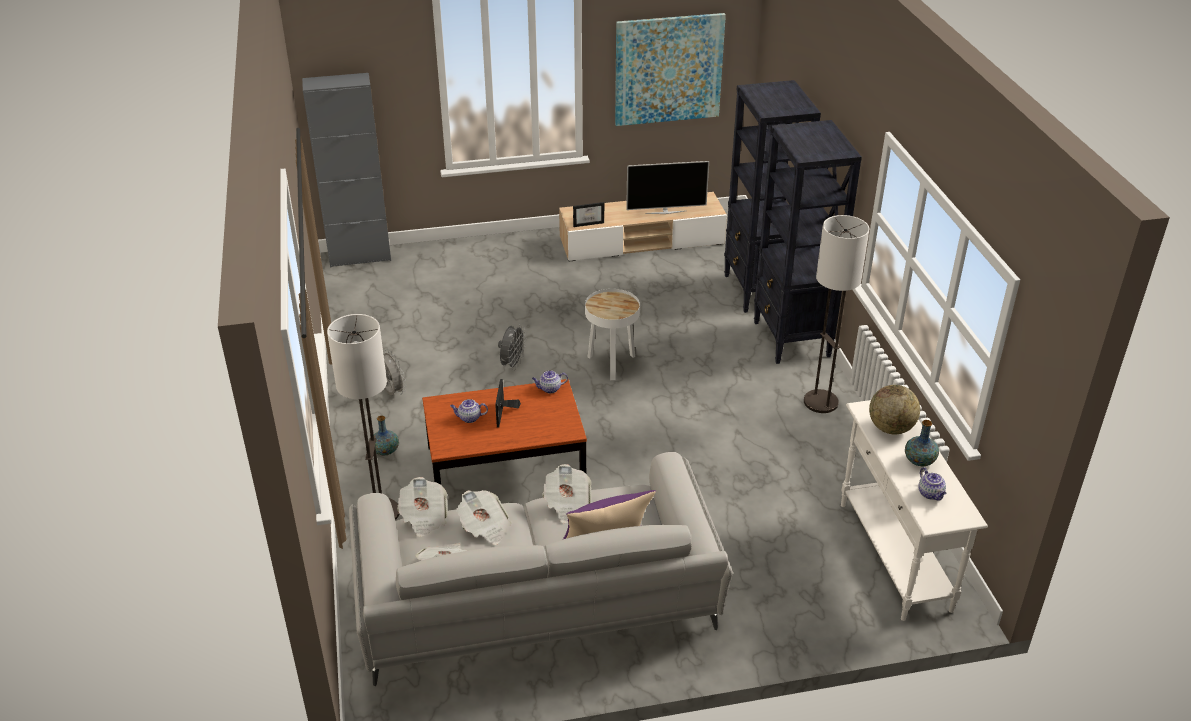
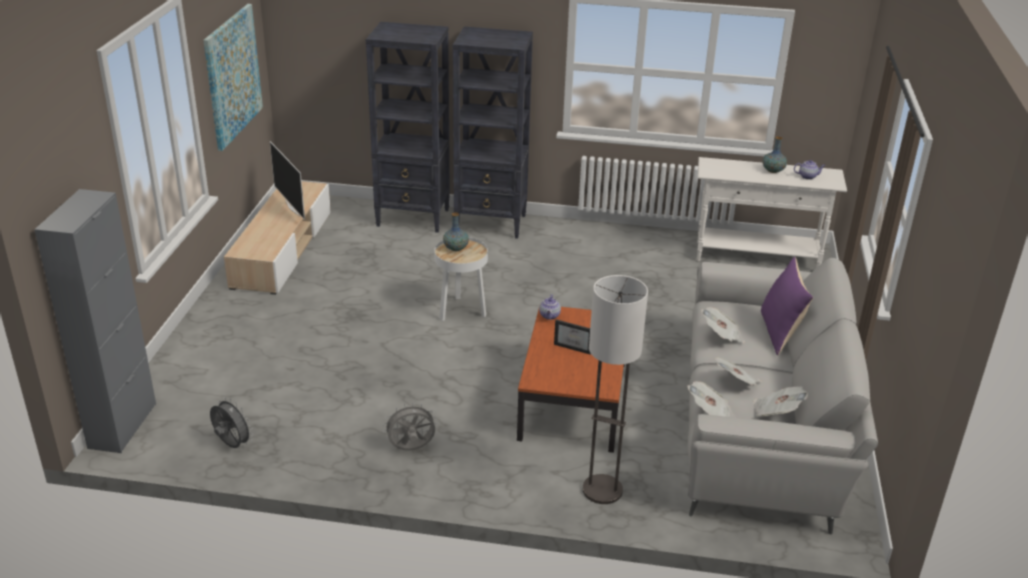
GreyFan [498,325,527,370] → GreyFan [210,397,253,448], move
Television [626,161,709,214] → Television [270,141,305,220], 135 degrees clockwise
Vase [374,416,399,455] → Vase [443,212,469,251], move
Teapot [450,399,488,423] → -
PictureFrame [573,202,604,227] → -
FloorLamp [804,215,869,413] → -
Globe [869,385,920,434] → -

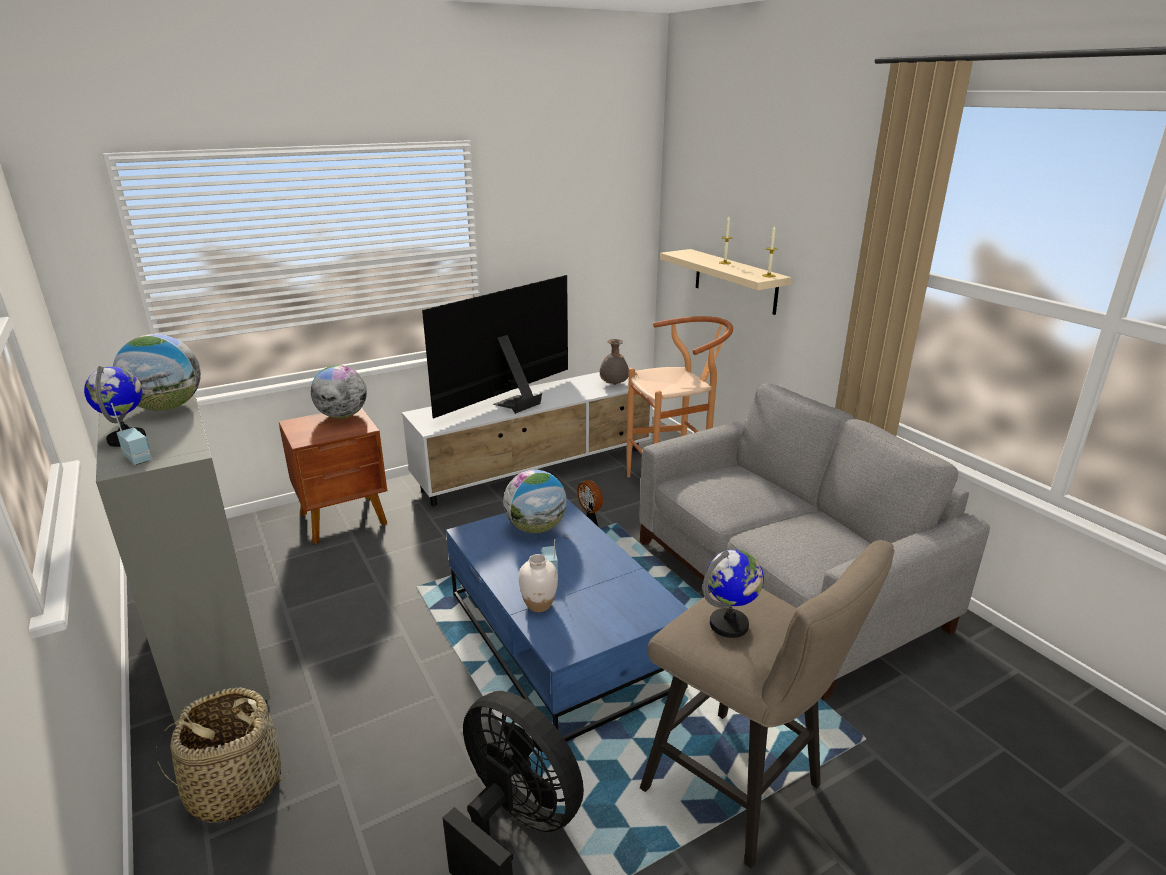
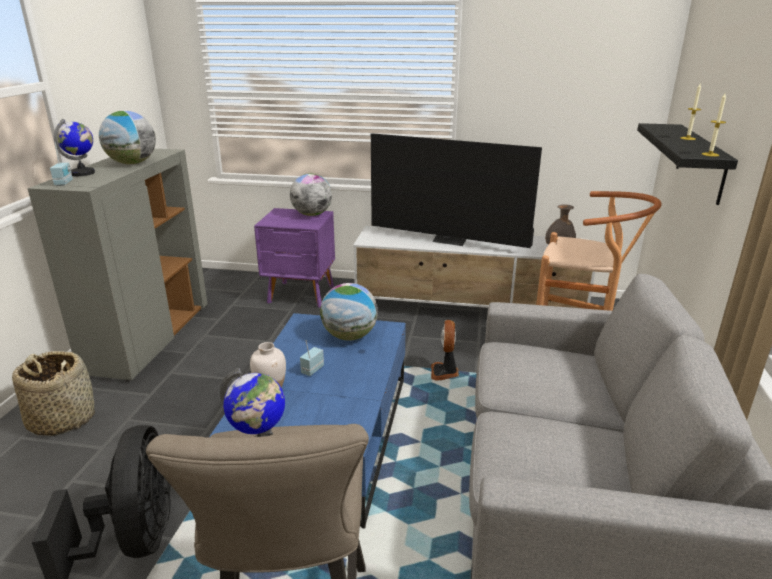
BrownNightstand [279,408,387,544] → PurpleNightstand [254,208,335,308]
Television [422,275,568,418] → Television [371,133,542,248], 150 degrees counterclockwise
BeigeShelf [660,249,792,315] → BlackShelf [637,123,738,205]

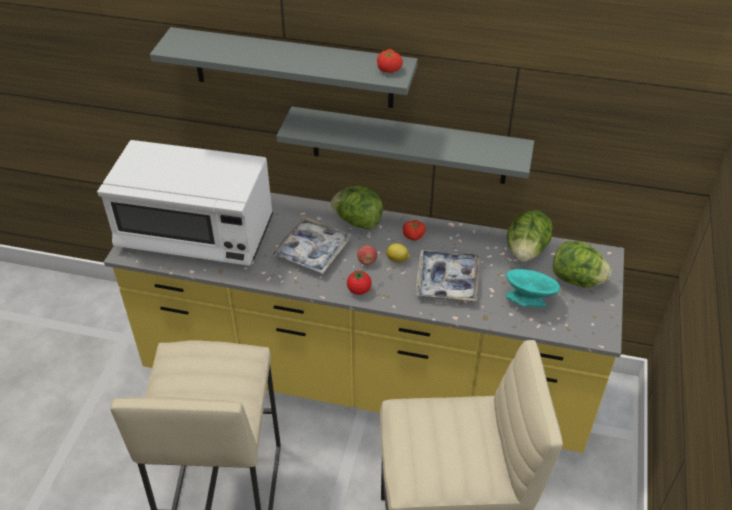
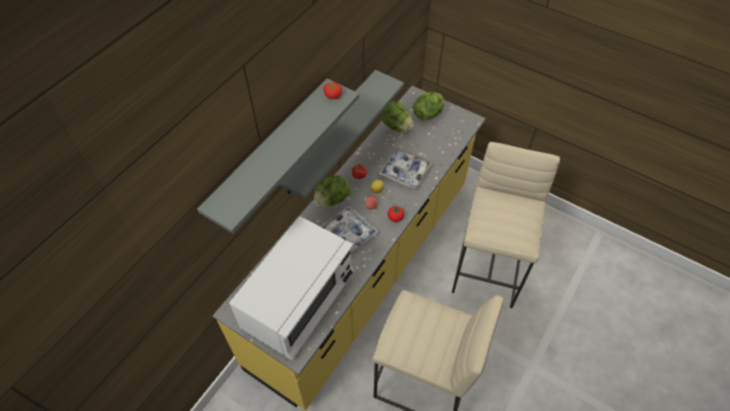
TurquoiseBowl [506,269,560,307] → -

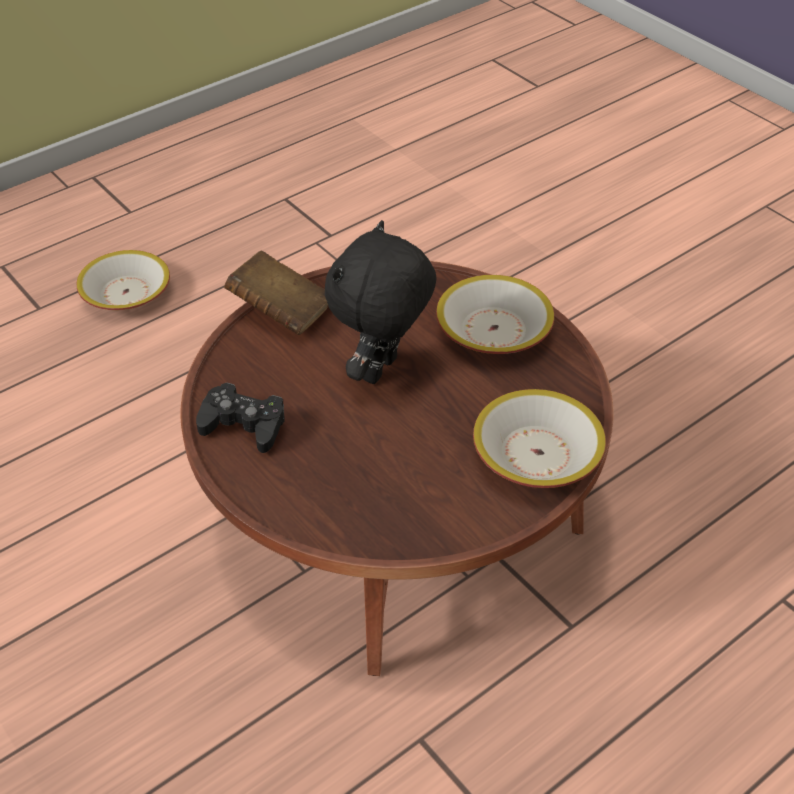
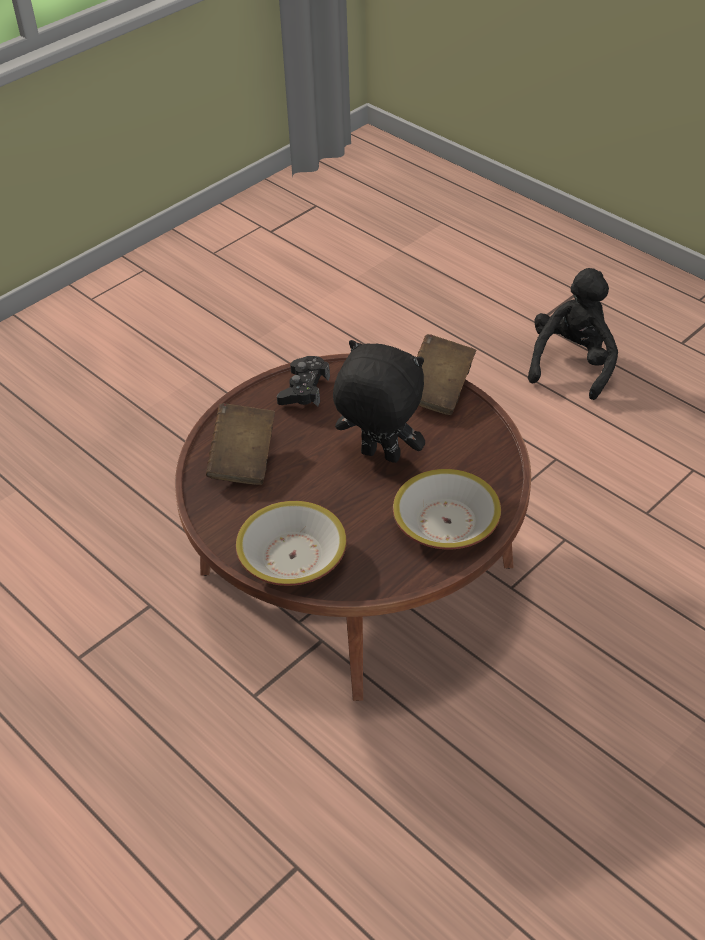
- → BrownBook [206,403,275,485]
Bowl [77,250,170,310] → BlackPlushToy [528,268,618,400]

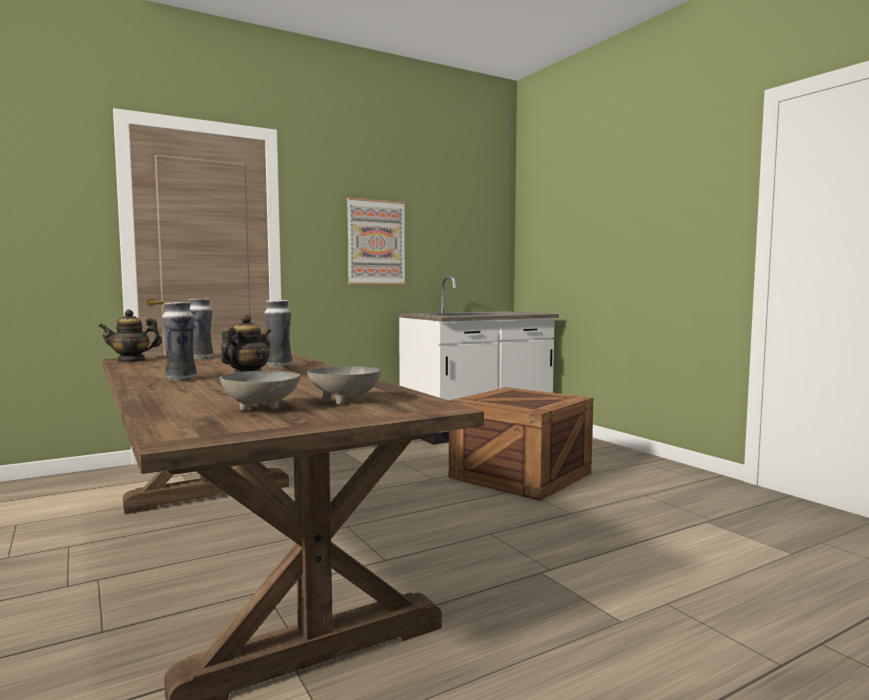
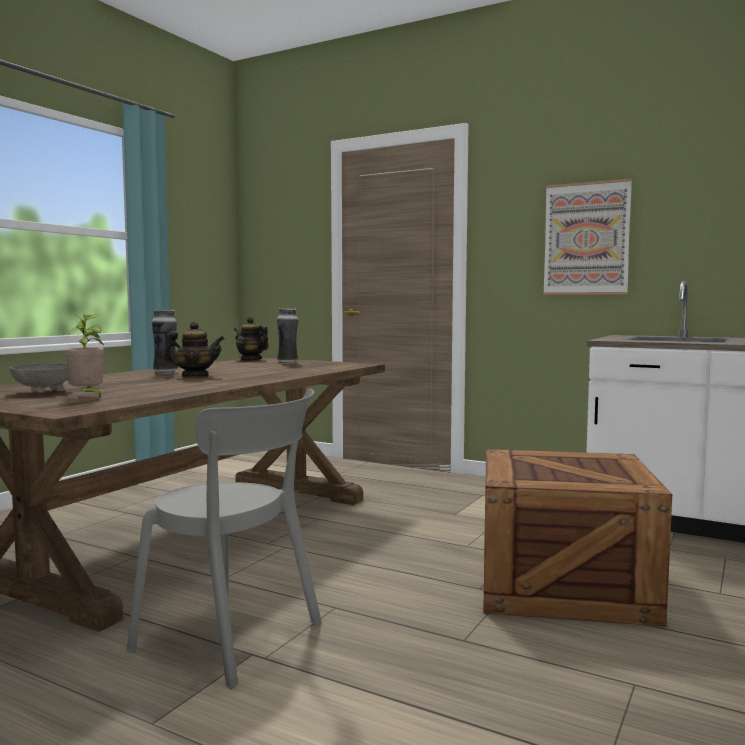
GreyBowl [307,366,381,405] → PottedPlant [65,313,105,399]
- → GreyChair [127,389,322,688]
Vase [264,300,292,368] → -

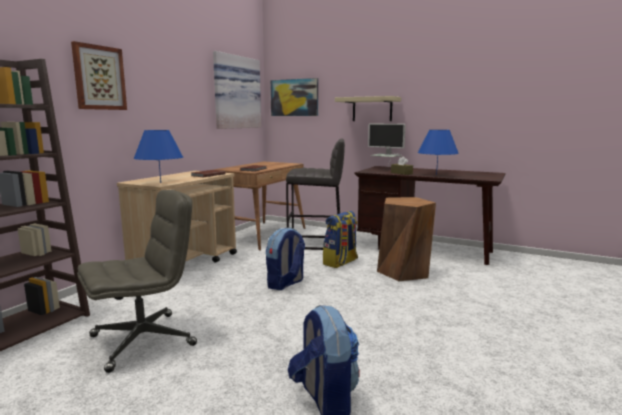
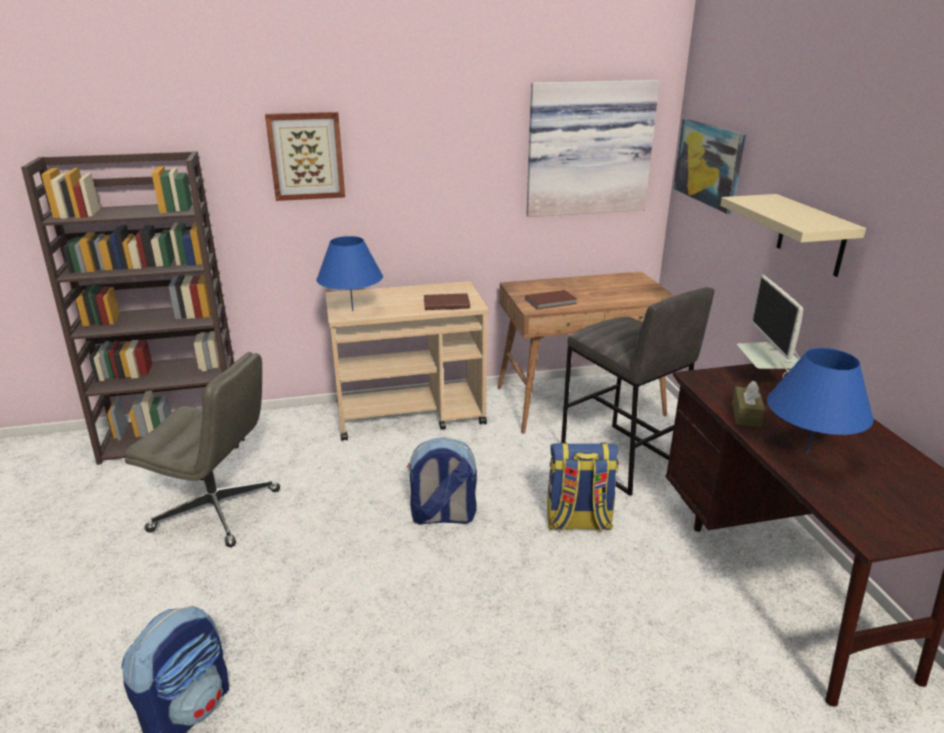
BrownStool [377,197,436,281] → -

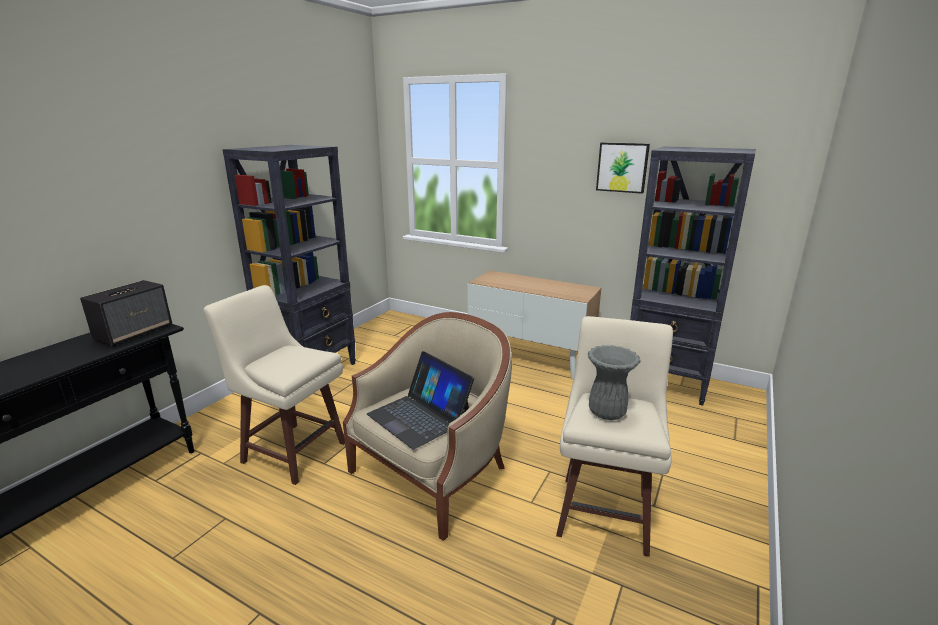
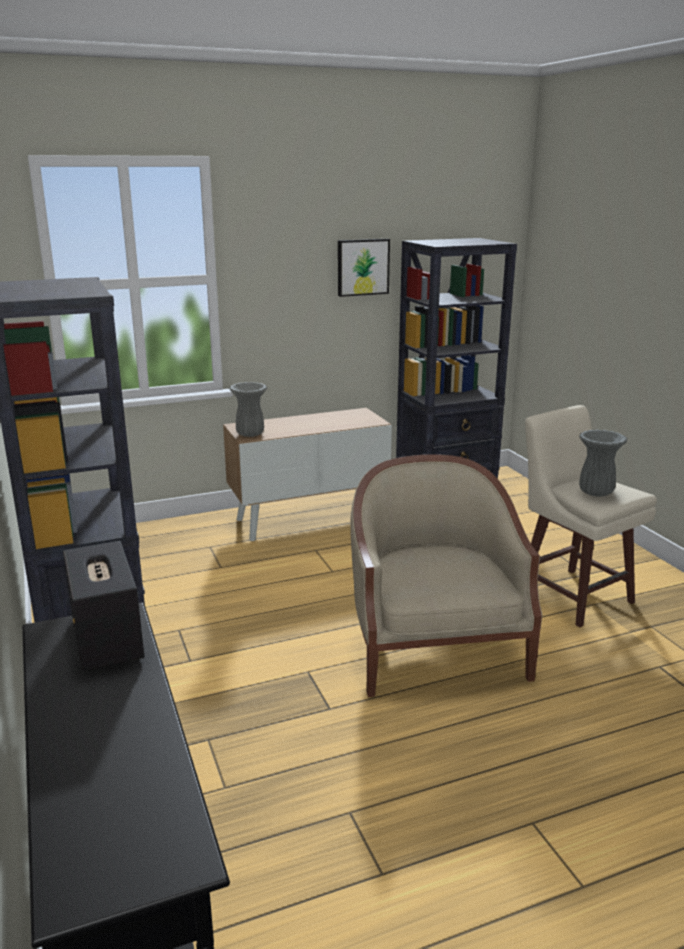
- → GreyVase [229,382,267,437]
BeigeStool [203,285,345,485] → -
Laptop [367,351,474,450] → -

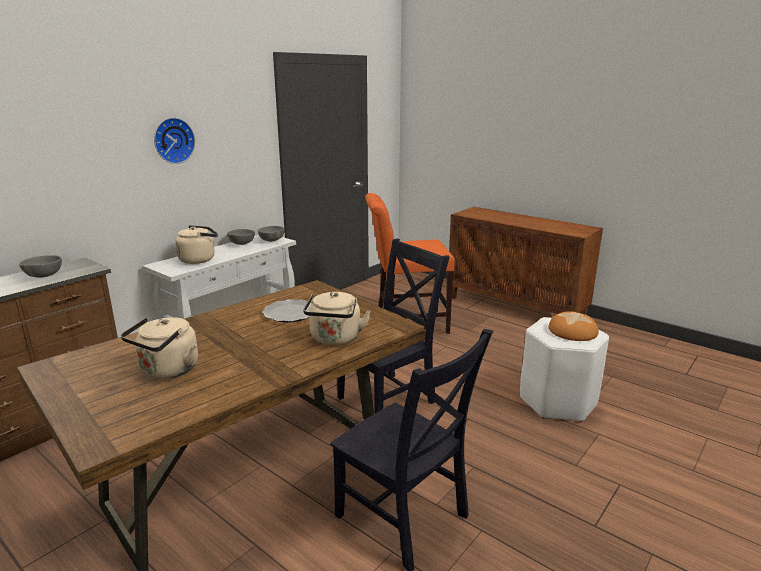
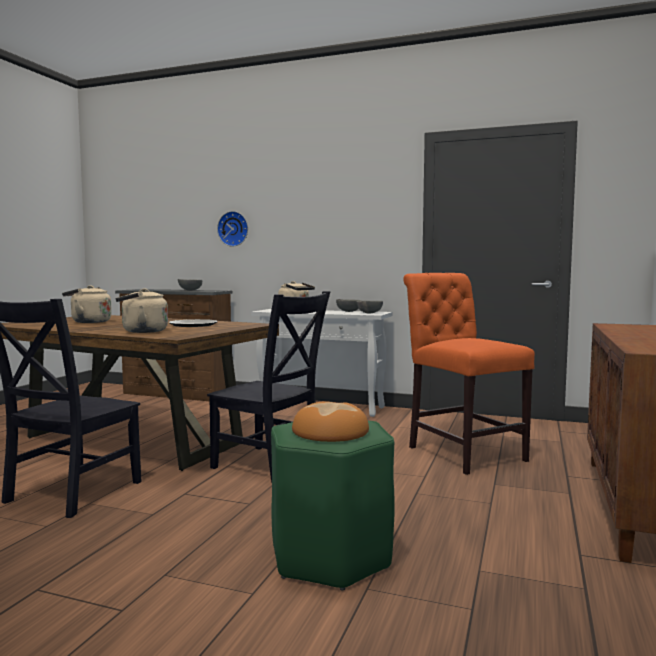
WallClock [154,118,195,164] → WallClock [217,211,248,247], move
WhiteStool [520,317,609,422] → GreenStool [271,421,395,590]

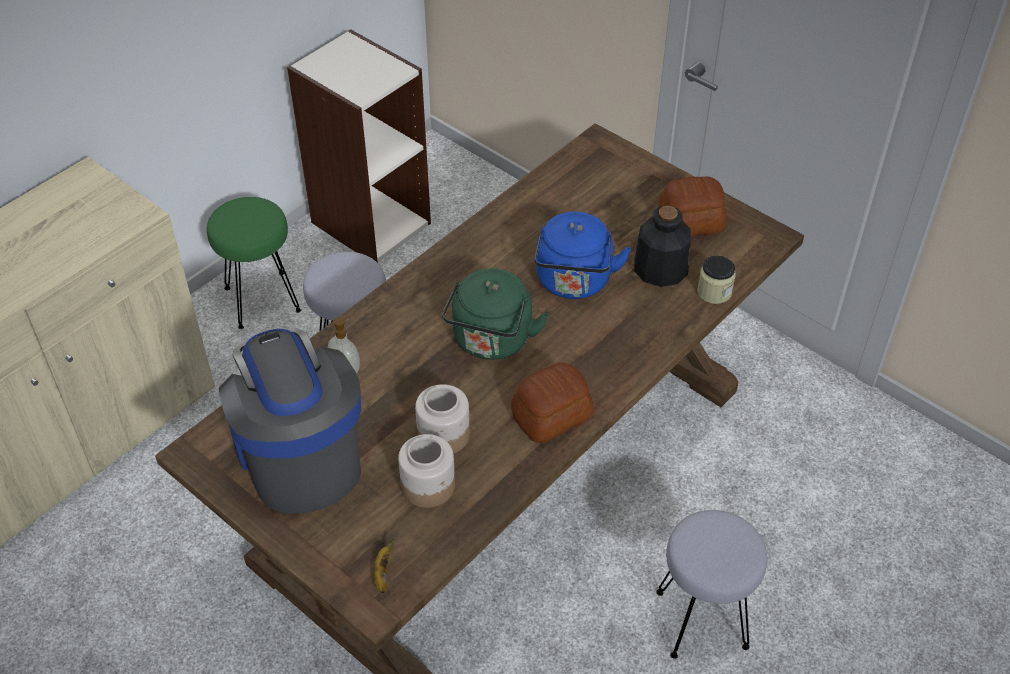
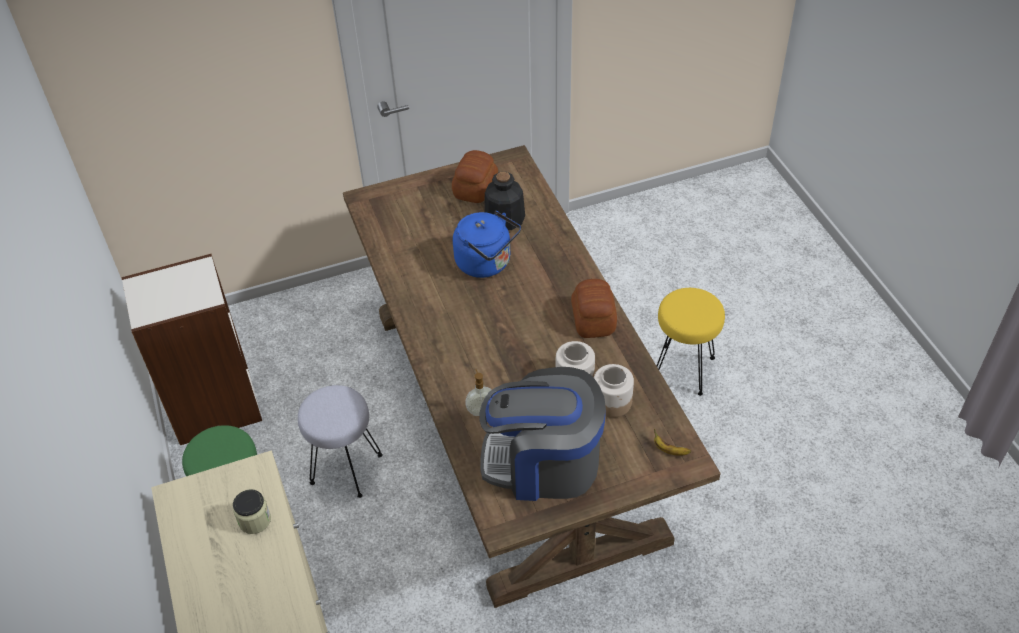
Jar [697,255,736,304] → Jar [233,489,271,534], move
GreyStool [656,510,767,659] → YellowStool [657,288,725,396]
GreenKettle [442,268,549,360] → -

